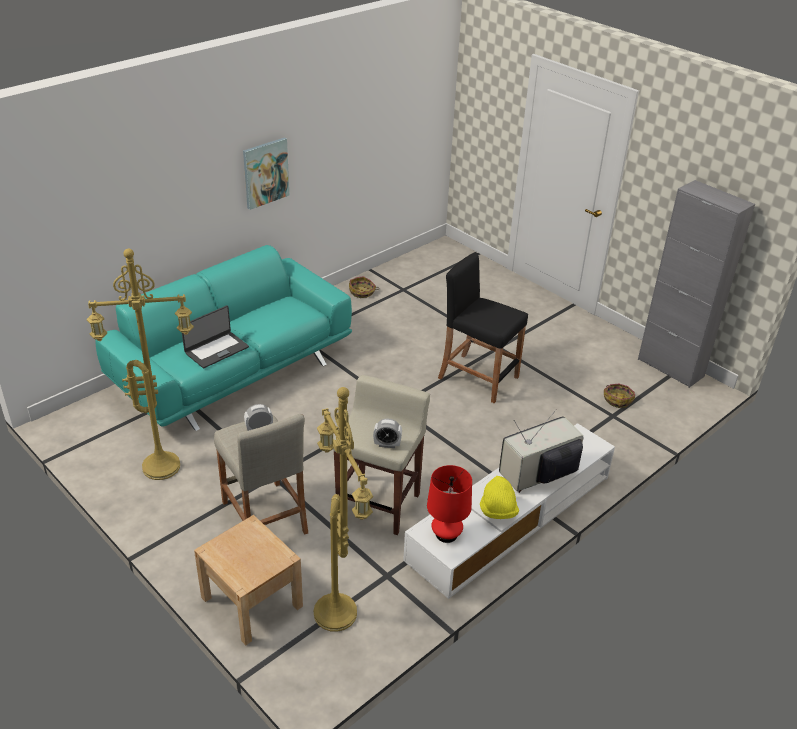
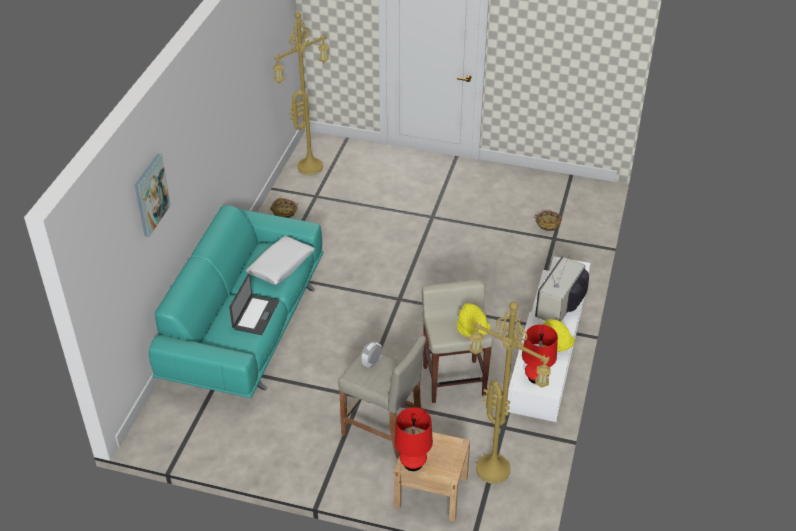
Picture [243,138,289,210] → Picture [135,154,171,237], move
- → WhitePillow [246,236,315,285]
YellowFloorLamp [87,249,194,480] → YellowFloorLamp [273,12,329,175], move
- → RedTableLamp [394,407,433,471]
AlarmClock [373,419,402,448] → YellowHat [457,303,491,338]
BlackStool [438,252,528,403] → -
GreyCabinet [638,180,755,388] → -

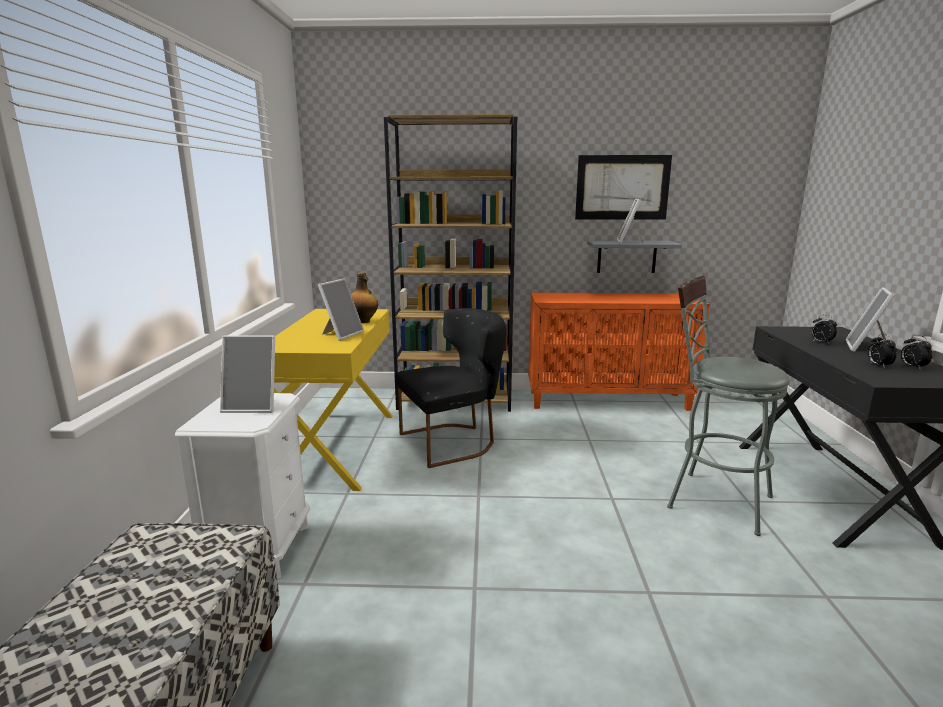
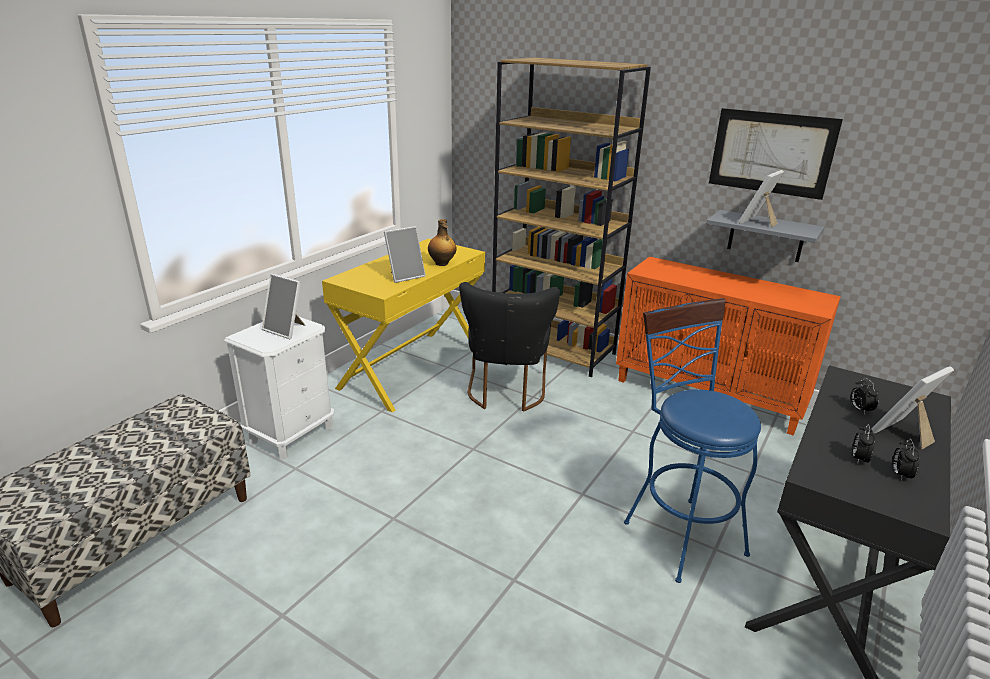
BlackChair [396,308,506,468] → BlackChair [459,282,560,412], 90 degrees clockwise
GreyStool [667,276,789,536] → BlueStool [624,298,761,583]

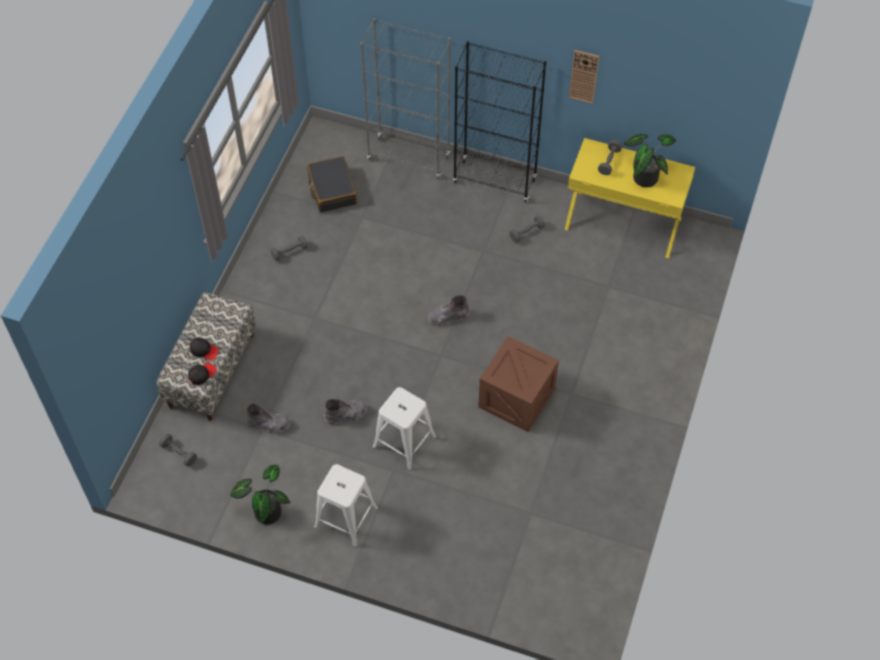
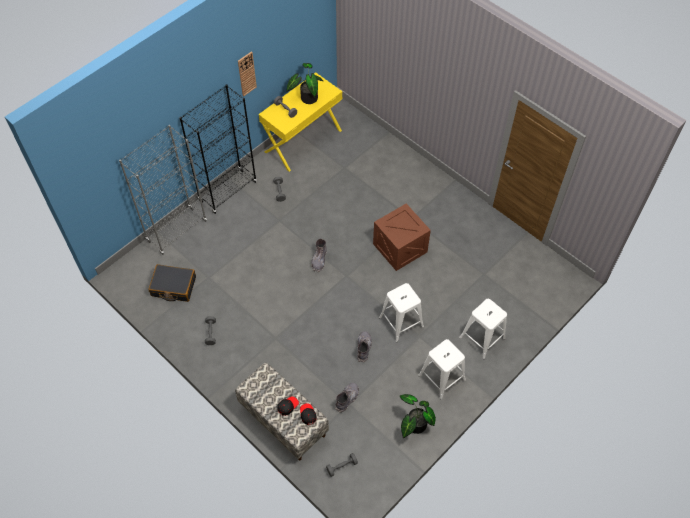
- → WhiteStool [459,299,507,359]

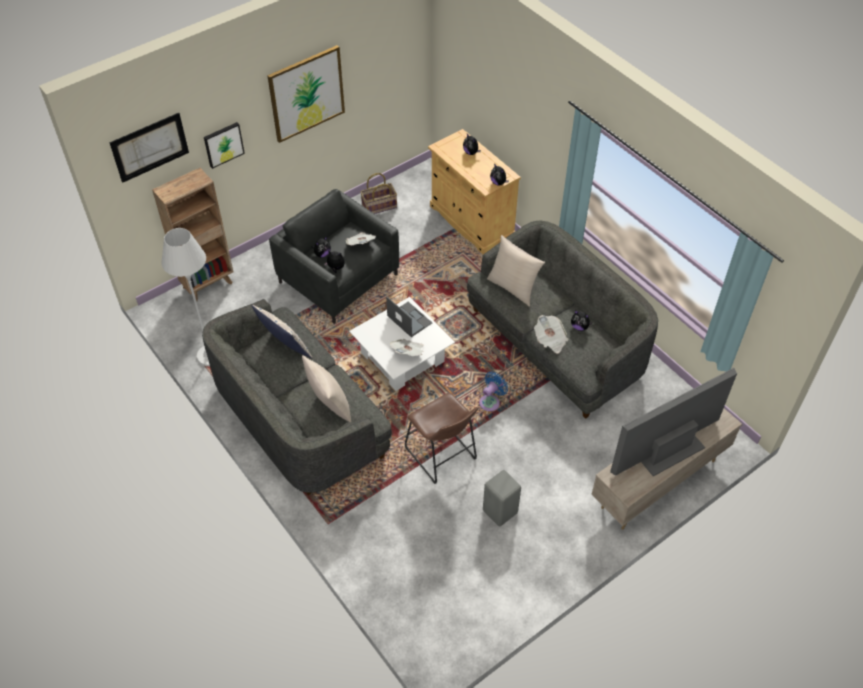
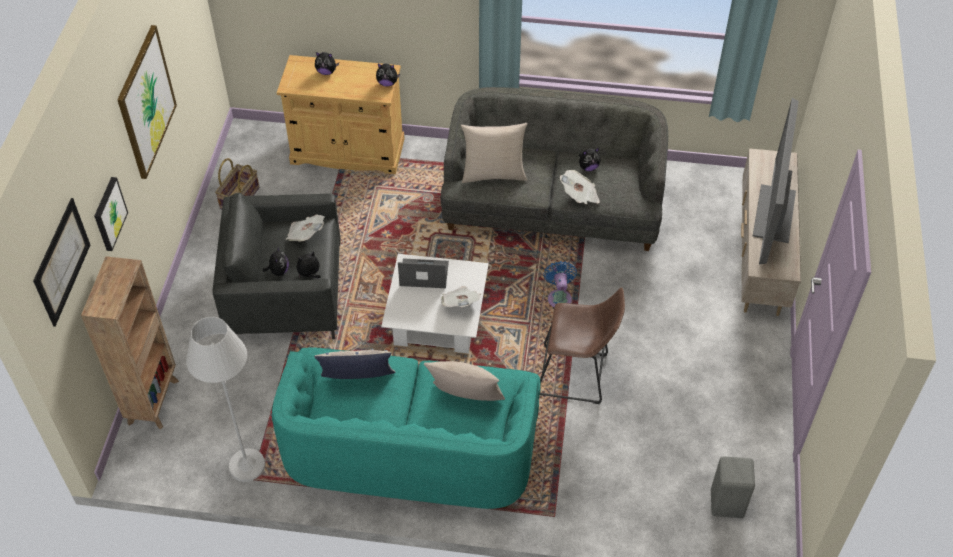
GreySofa [202,299,392,495] → TurquoiseSofa [272,347,541,509]
GreyStool [483,470,521,527] → GreyStool [711,456,755,518], move

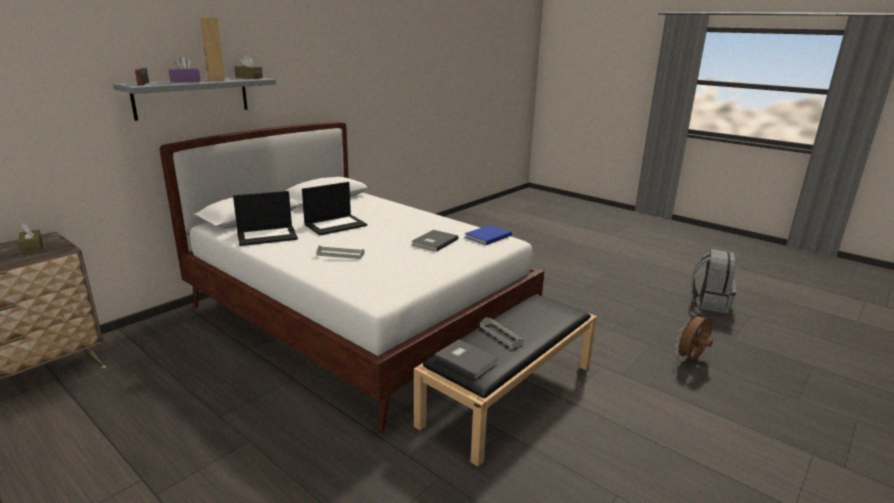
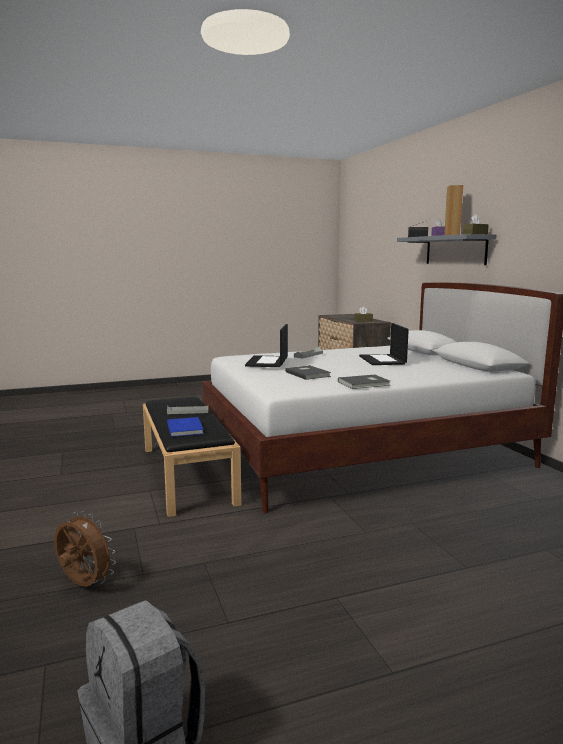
BrownFan [675,310,713,361] → BrownFan [54,511,116,587], 45 degrees counterclockwise
BlueBook [464,225,512,245] → BlueBook [167,417,204,437], move
Laptop [233,191,298,246] → Laptop [245,324,288,367], move
GreyBook [434,340,499,379] → GreyBook [338,375,390,389], move

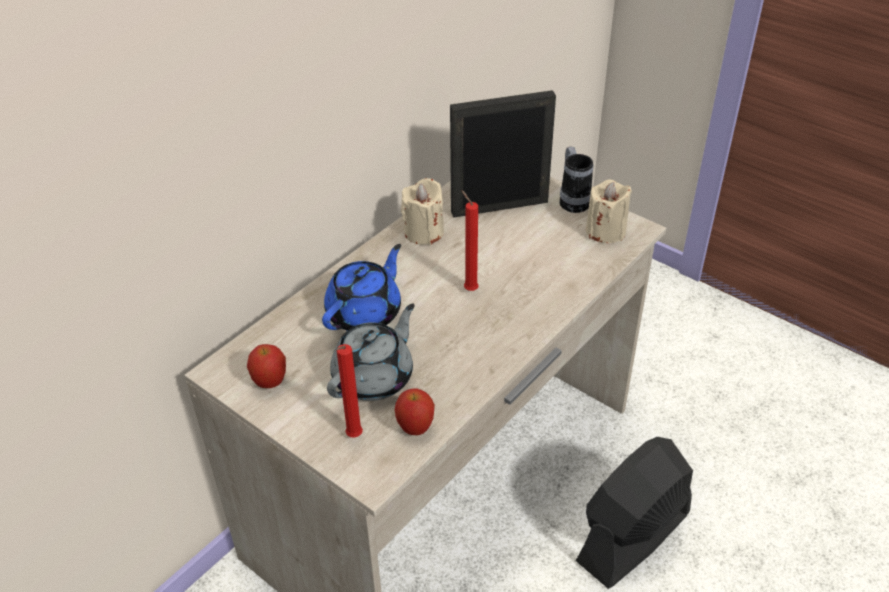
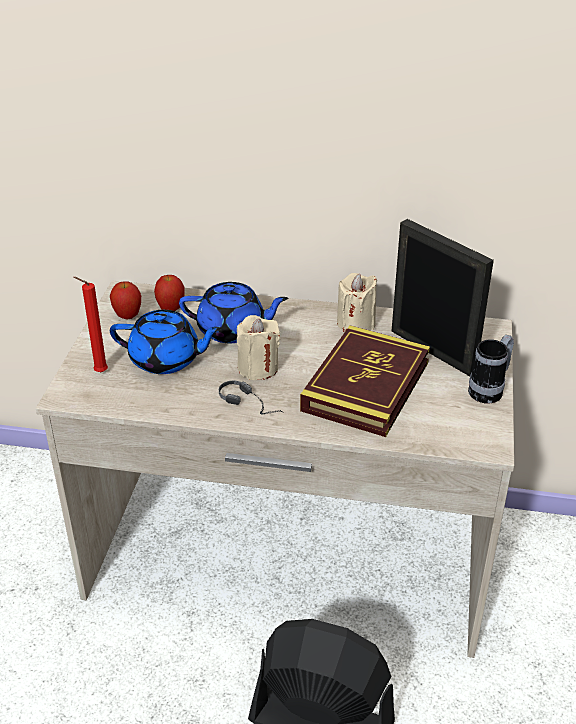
GreyTeapot [327,304,415,401] → BlueTeapot [110,310,222,374]
Apple [395,389,435,435] → Apple [154,275,184,311], move
- → Headphones [218,381,285,414]
BeigeCandle [586,179,632,243] → BeigeCandle [237,315,280,380], move
- → Book [300,325,430,437]
RedCandle [461,190,479,291] → -

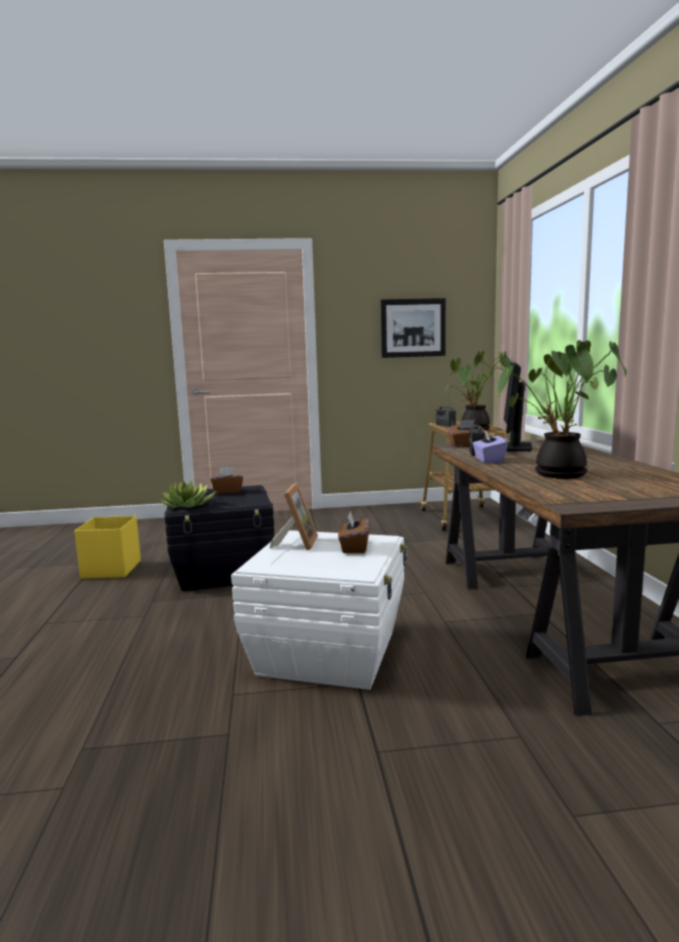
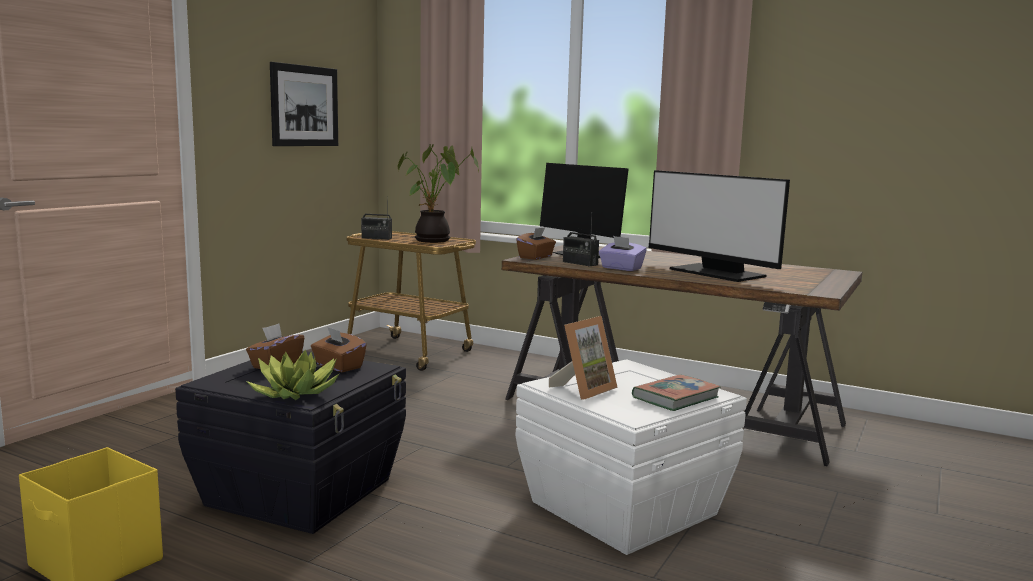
BrownTissueBox [338,511,369,553] → BrownTissueBox [311,327,367,372], move
PictureFrame [270,483,318,550] → PictureFrame [549,316,618,400], 90 degrees clockwise
- → Book [632,374,720,411]
PottedPlant [497,340,627,479] → Monitor [649,170,790,282]

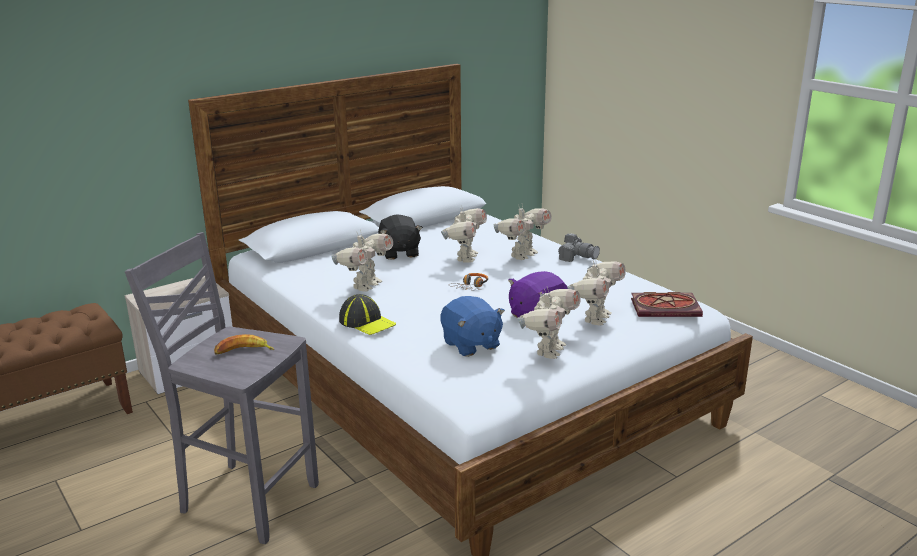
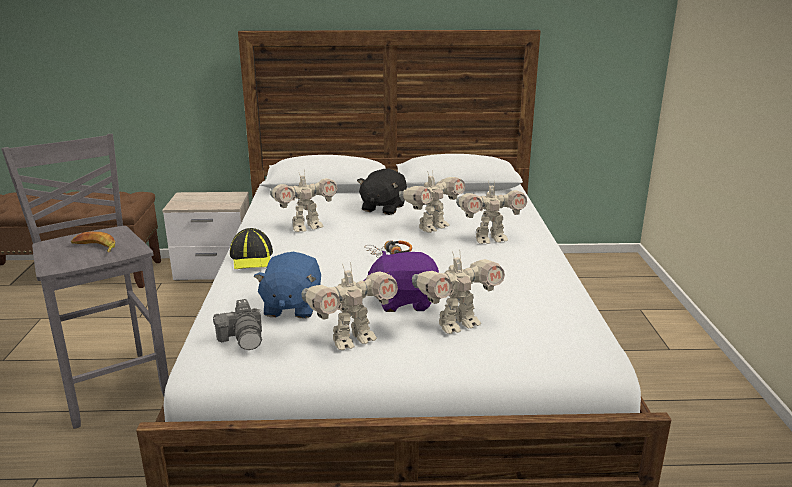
PhotoCamera [558,234,600,262] → PhotoCamera [213,299,262,350], move
Book [631,292,703,317] → -

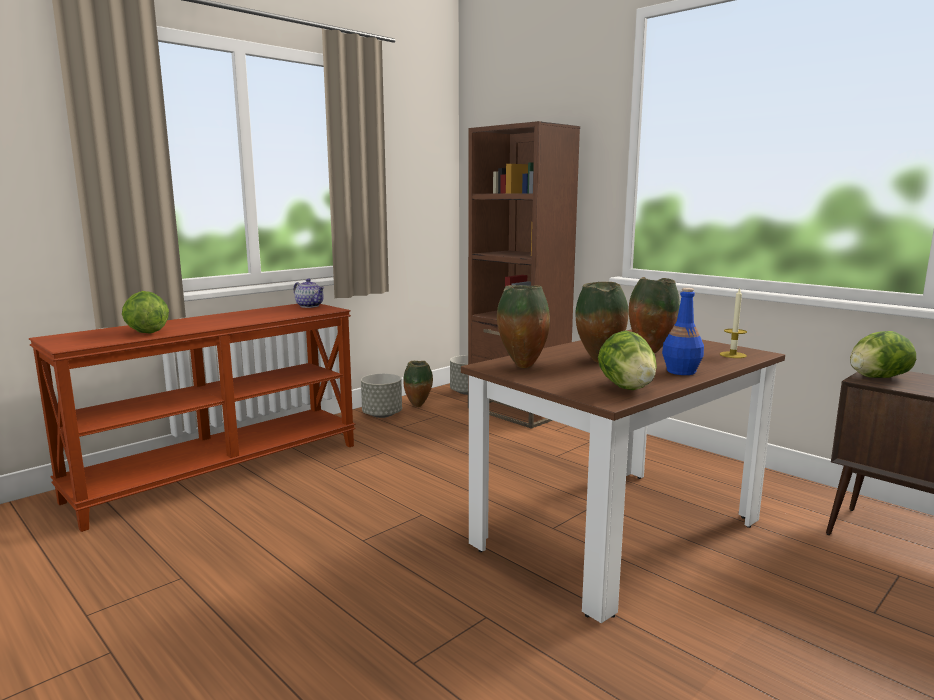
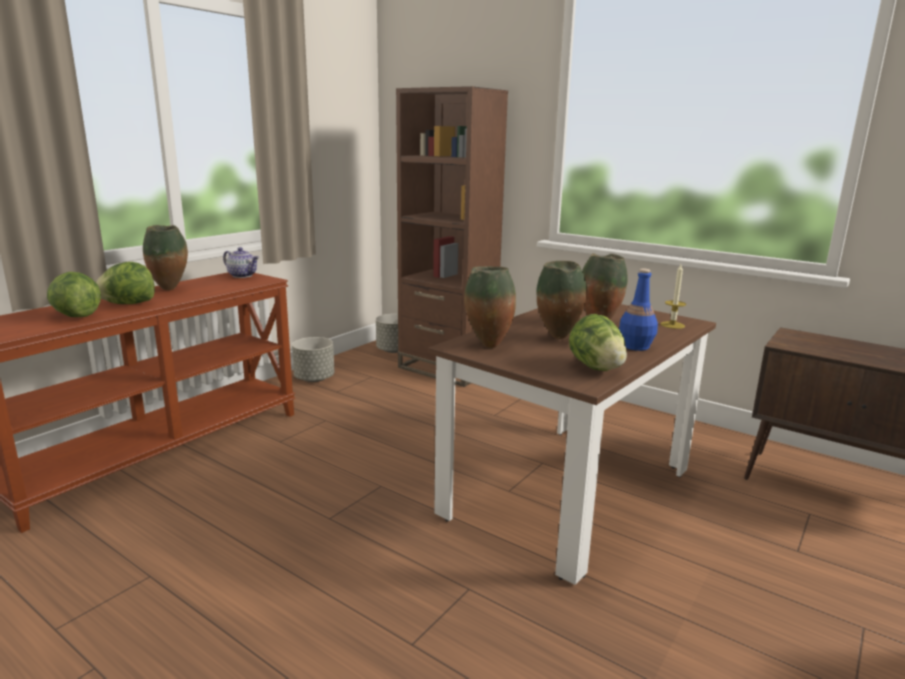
Lettuce [850,331,916,378] → Lettuce [95,262,155,304], move
Vase [403,361,433,407] → Vase [143,225,188,290], move

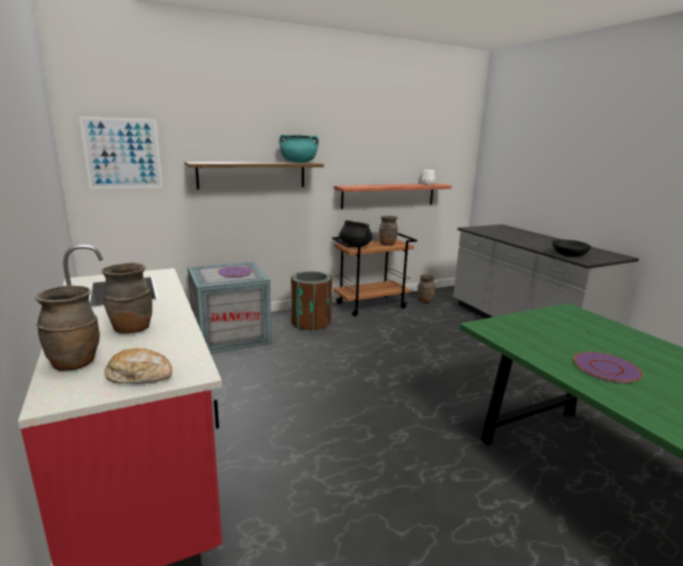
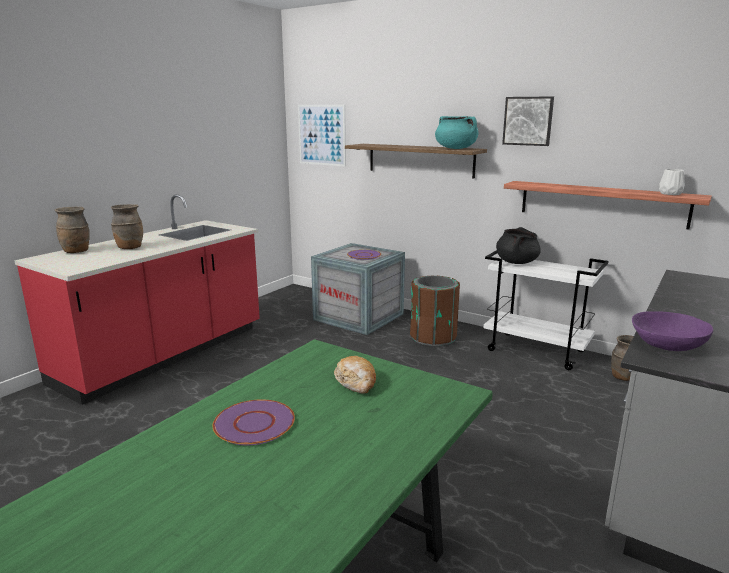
Bread [105,348,172,384] → Bread [334,356,376,394], move
BrownCart [332,233,417,316] → WhiteCart [484,250,609,370]
- → Picture [502,96,554,146]
BlackBowl [552,239,591,257] → PurpleBowl [632,311,713,351]
BrownVase [379,216,398,246] → -

